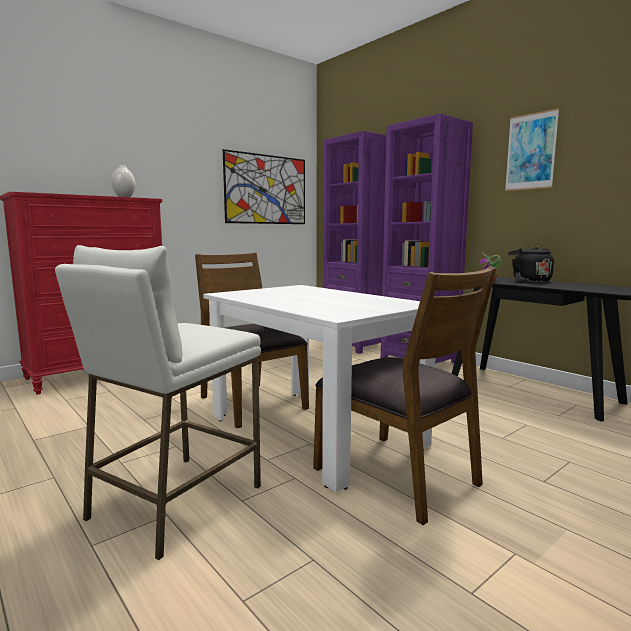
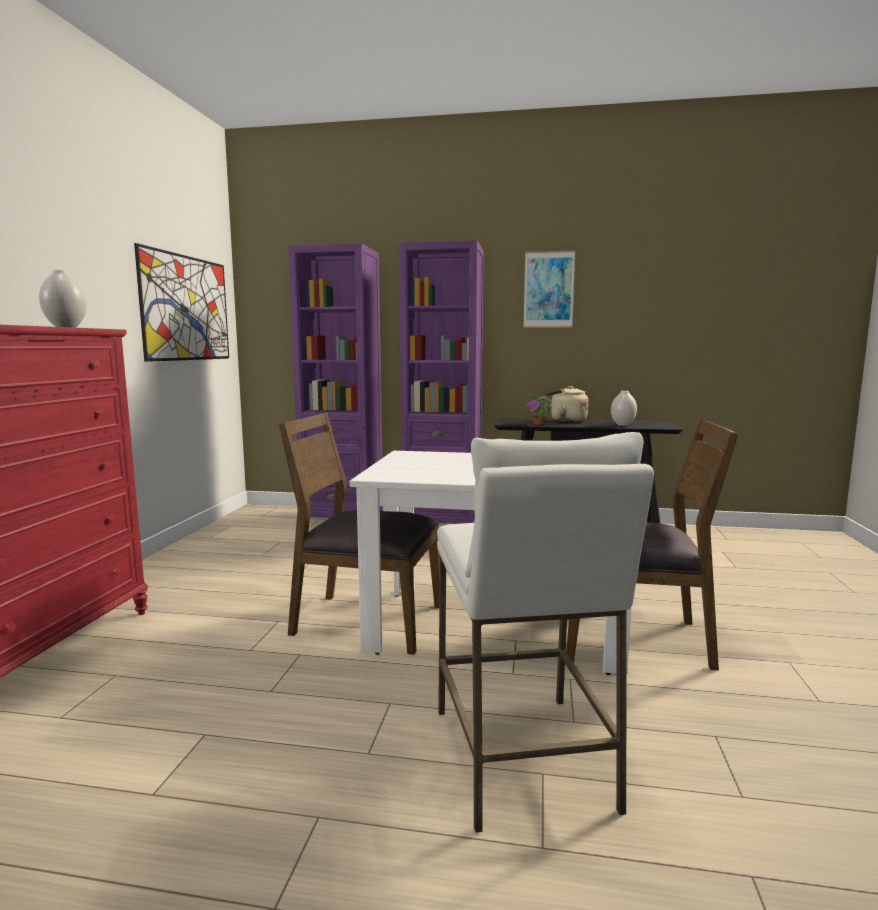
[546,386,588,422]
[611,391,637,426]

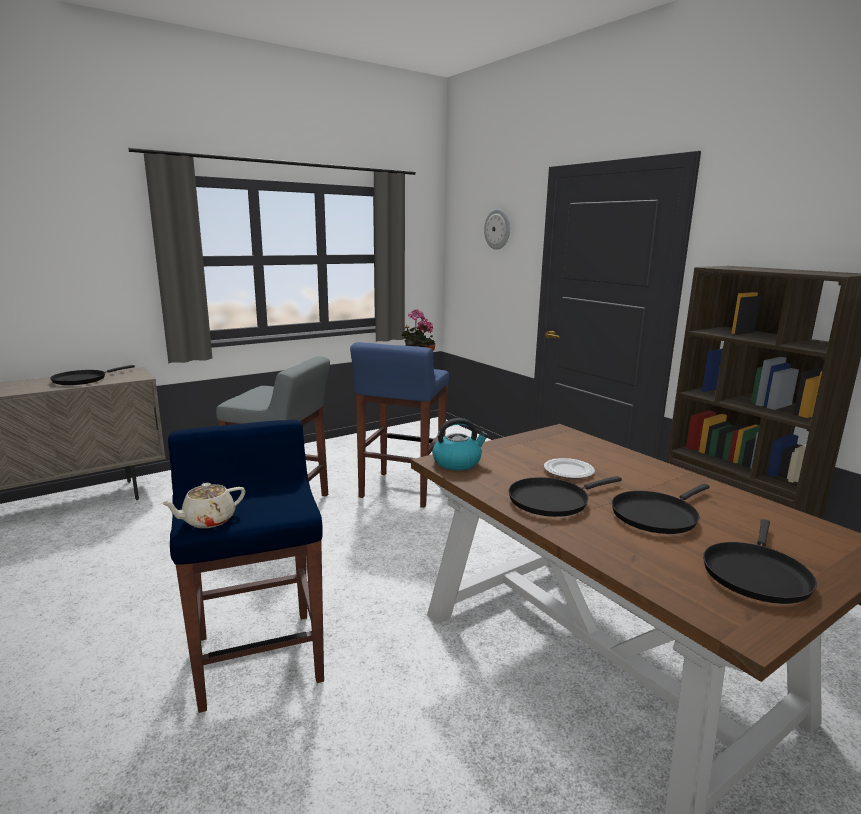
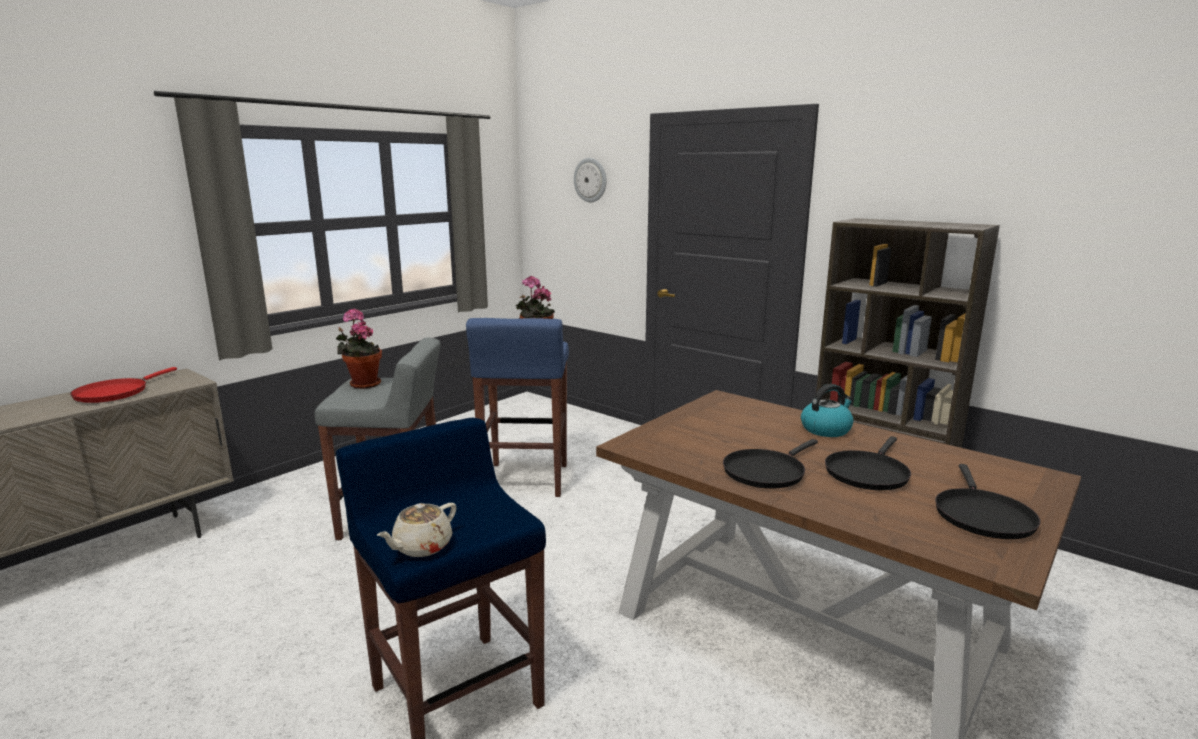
[70,367,177,403]
[801,384,854,437]
[544,458,595,479] (first image)
[336,308,382,389]

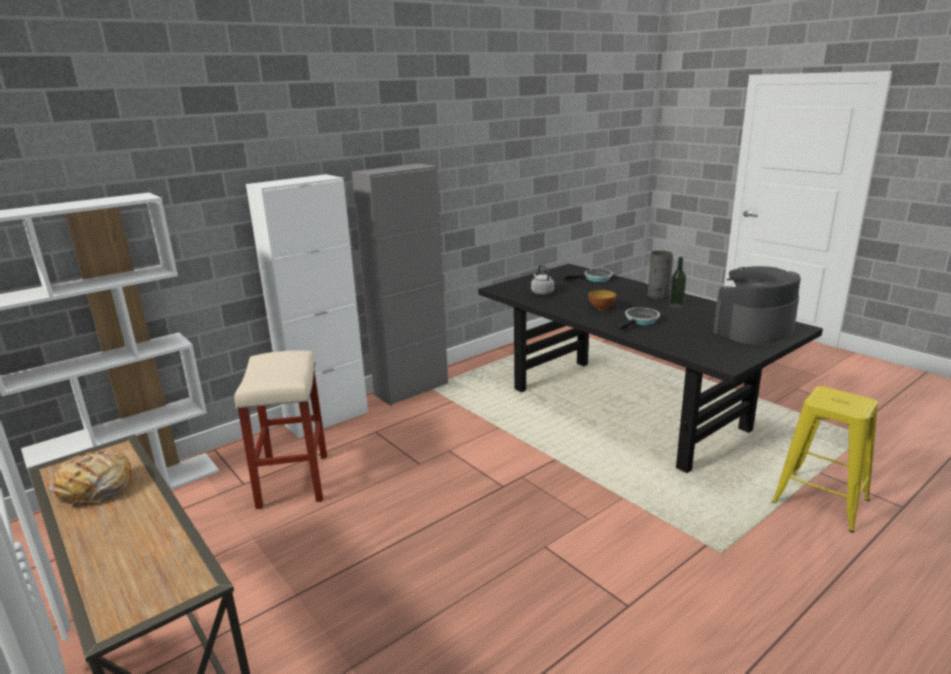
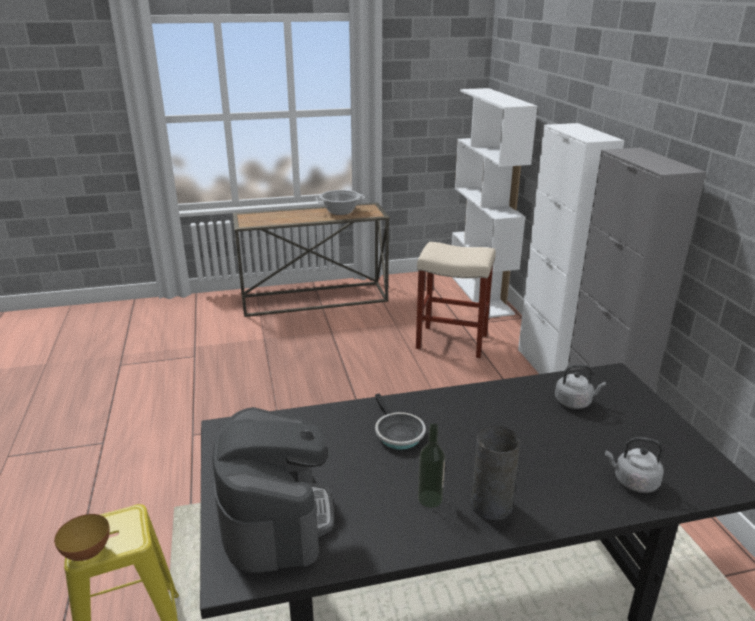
[605,437,664,493]
[54,514,110,561]
[316,190,365,215]

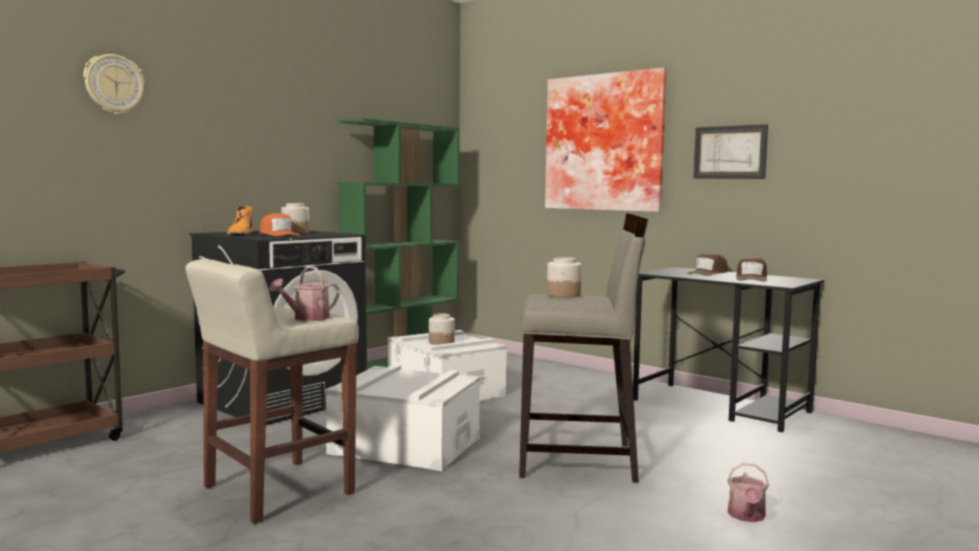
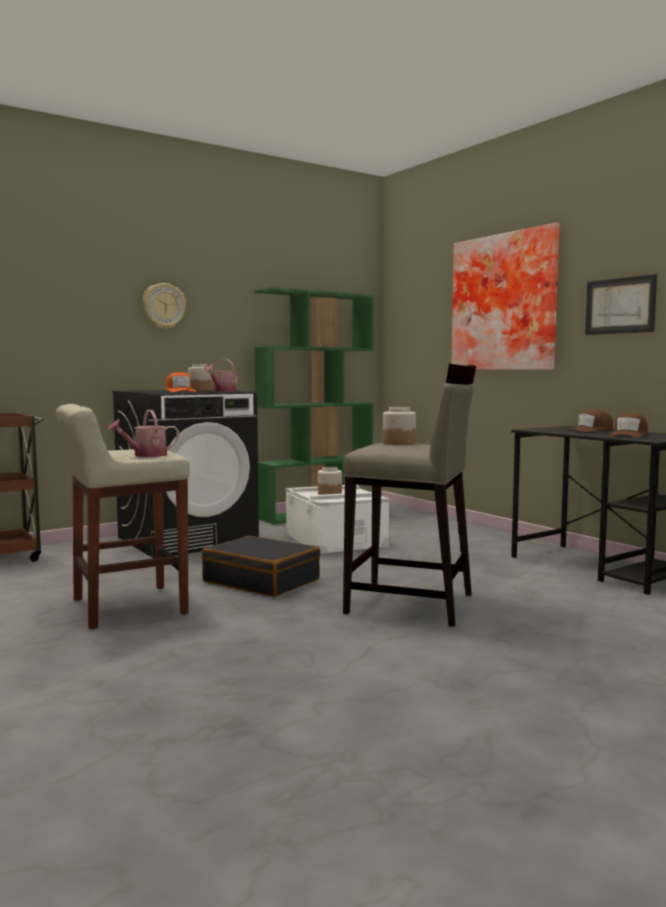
[143,283,186,329]
[227,206,253,236] (first image)
[202,536,321,597]
[203,359,238,392]

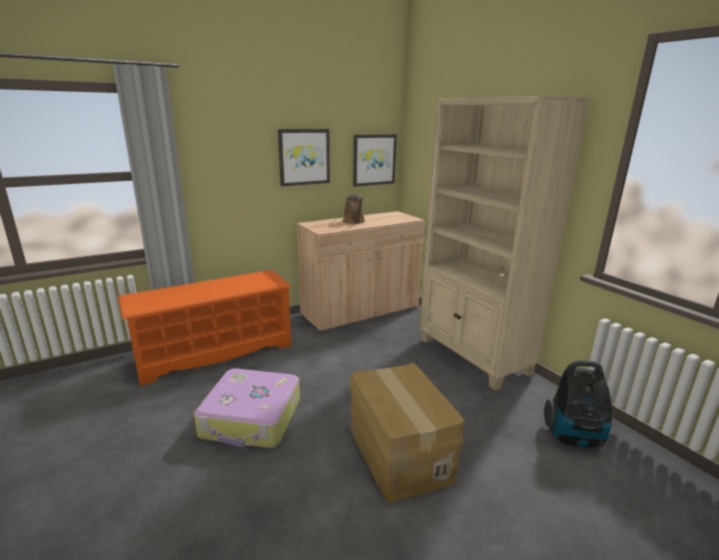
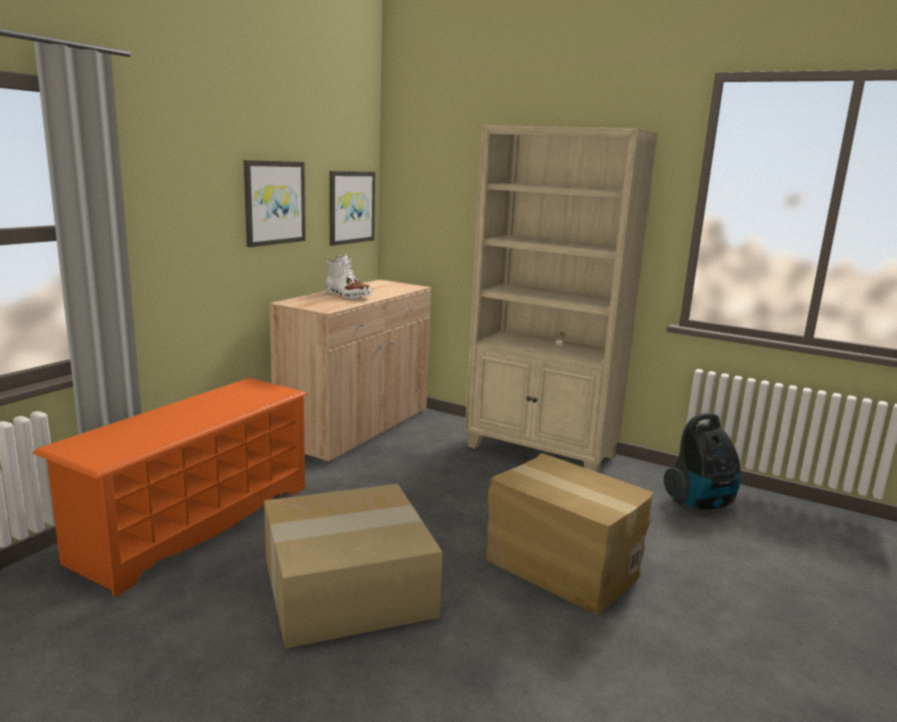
[325,254,372,299]
[264,484,443,649]

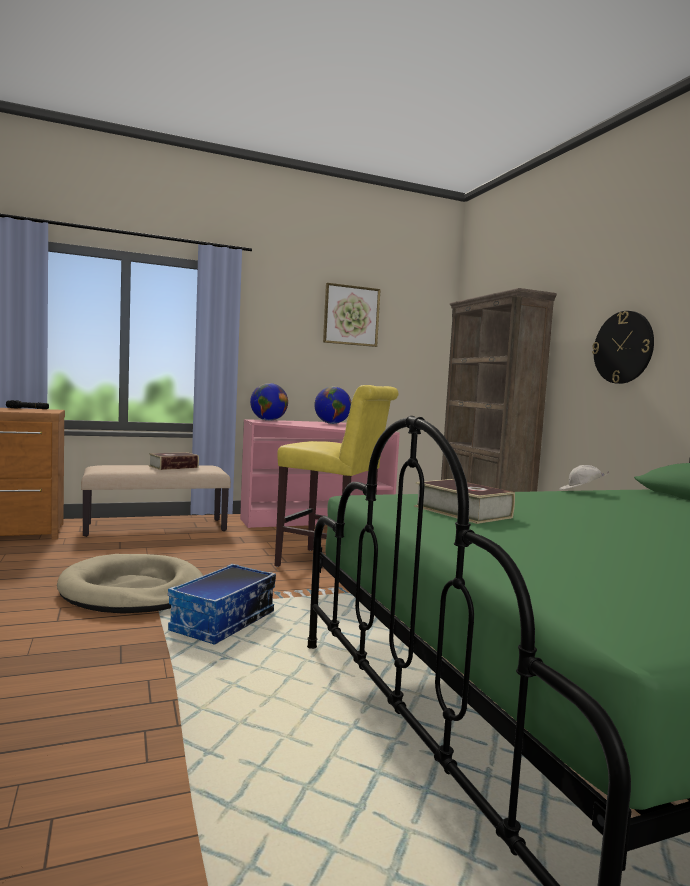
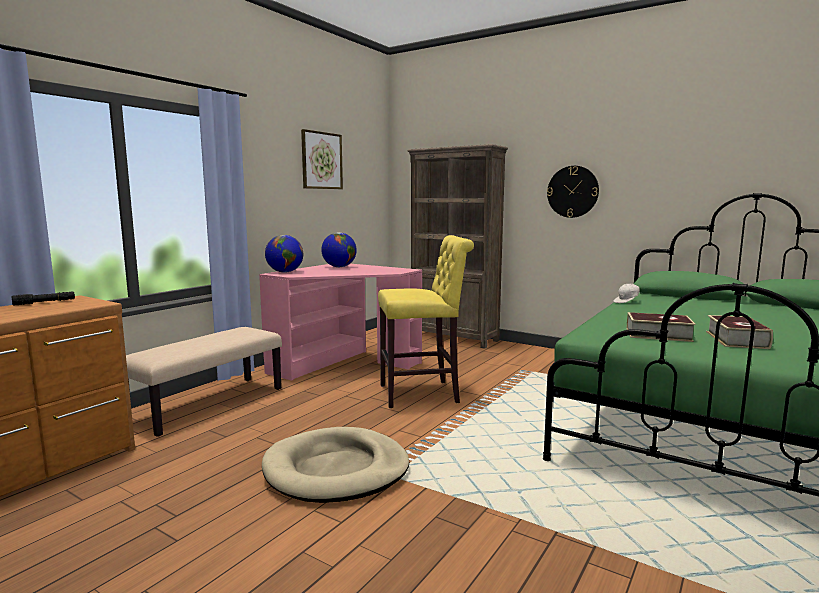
[706,315,773,349]
[168,564,276,645] (first image)

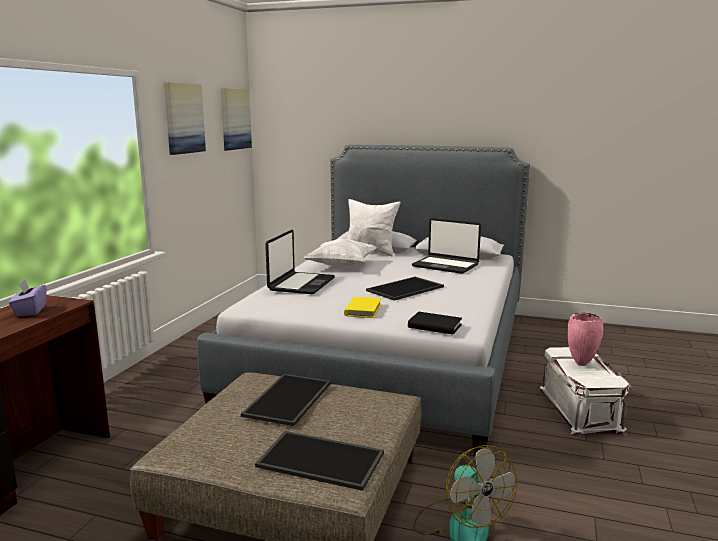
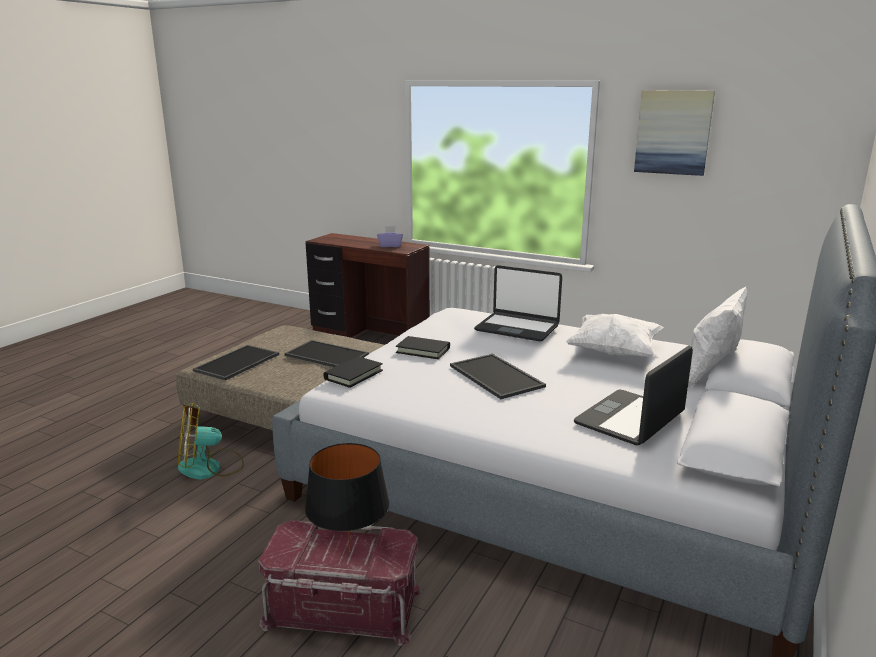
[221,88,252,150] (first image)
[396,336,450,359]
[305,443,389,551]
[258,520,422,646]

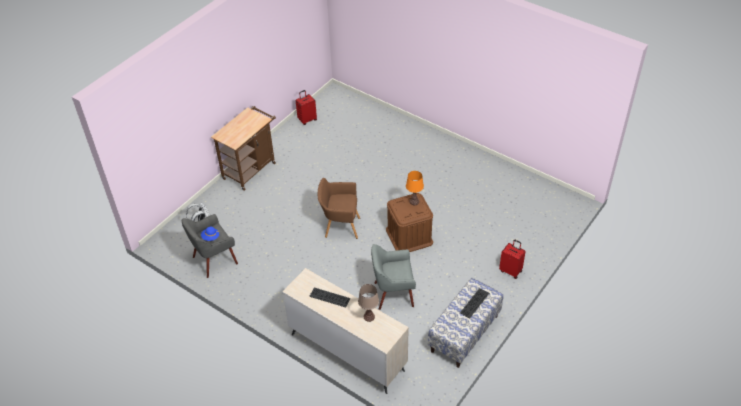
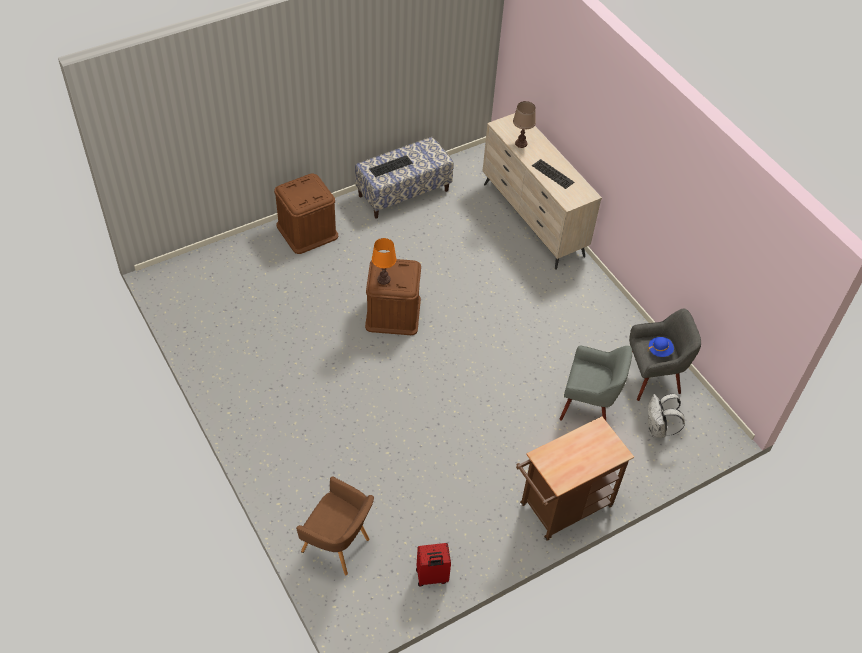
[296,476,374,575]
[274,173,338,254]
[559,345,632,421]

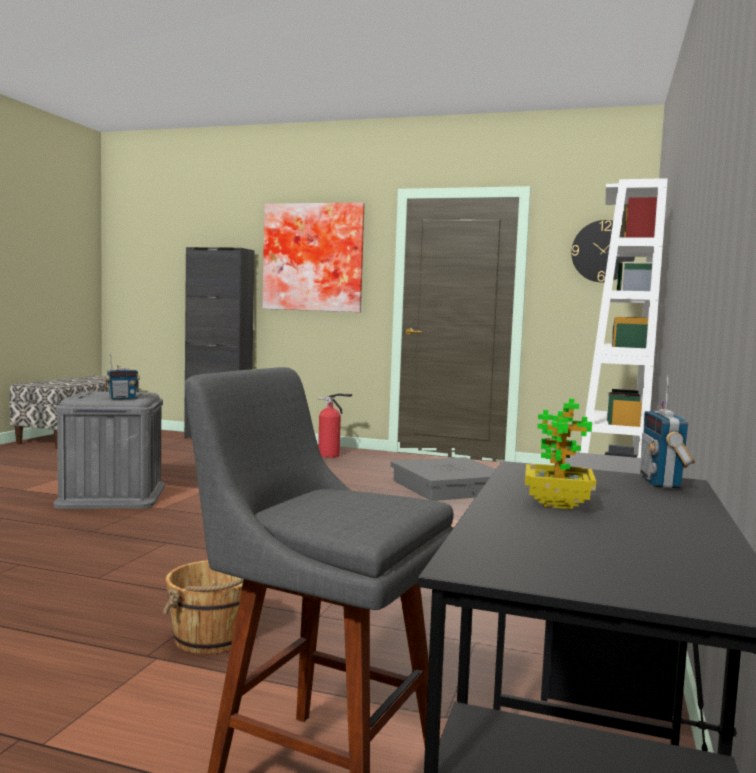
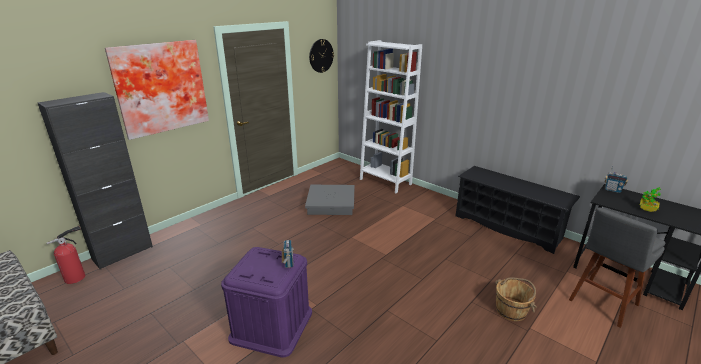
[221,247,312,358]
[46,226,85,284]

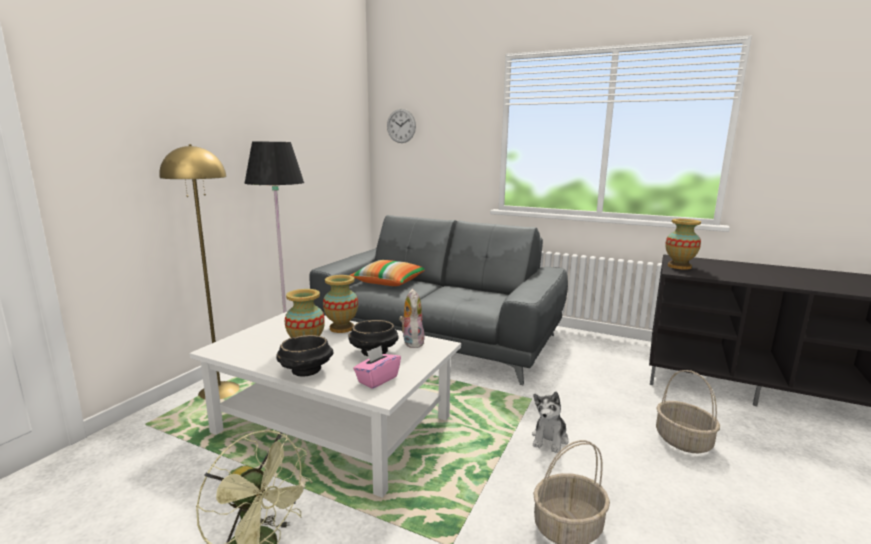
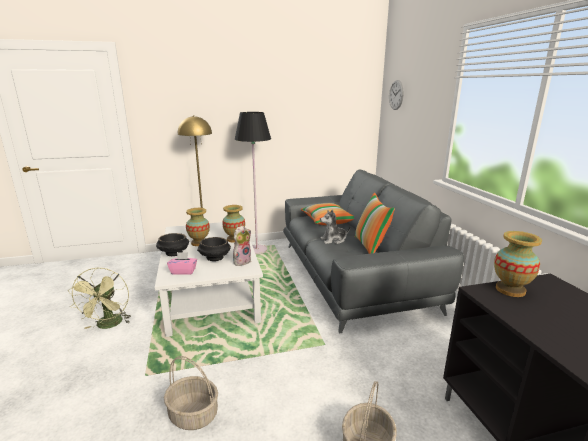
[320,210,350,244]
[355,193,395,254]

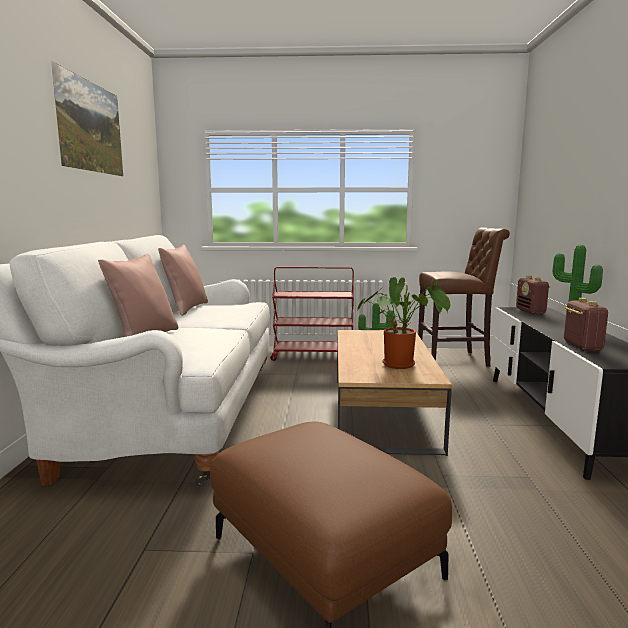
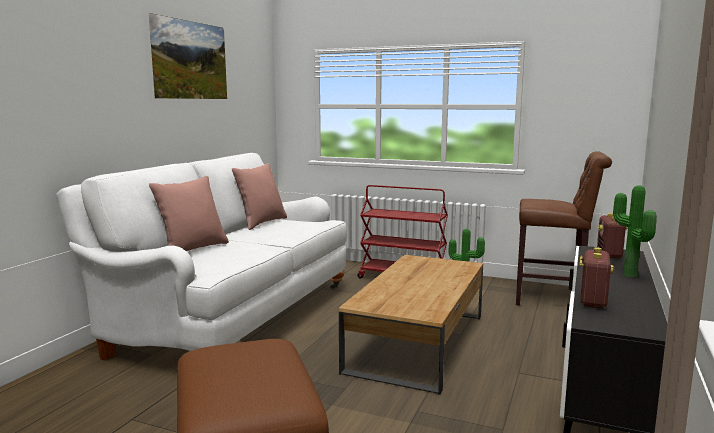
[358,277,450,369] (first image)

